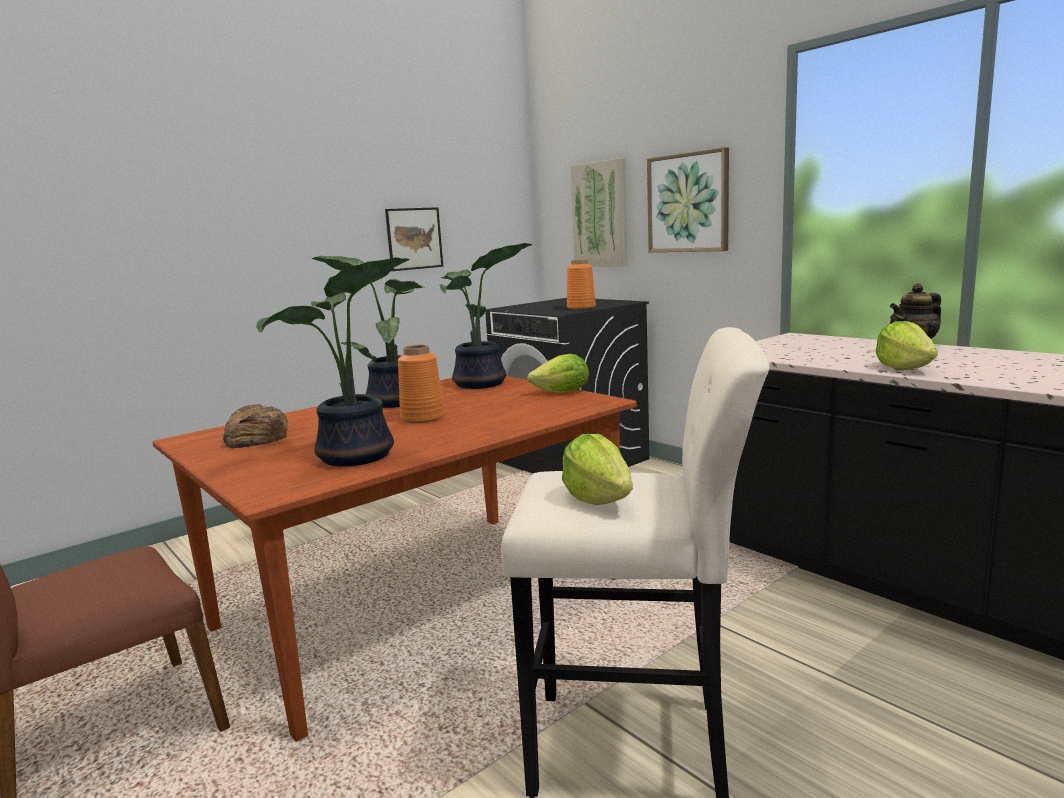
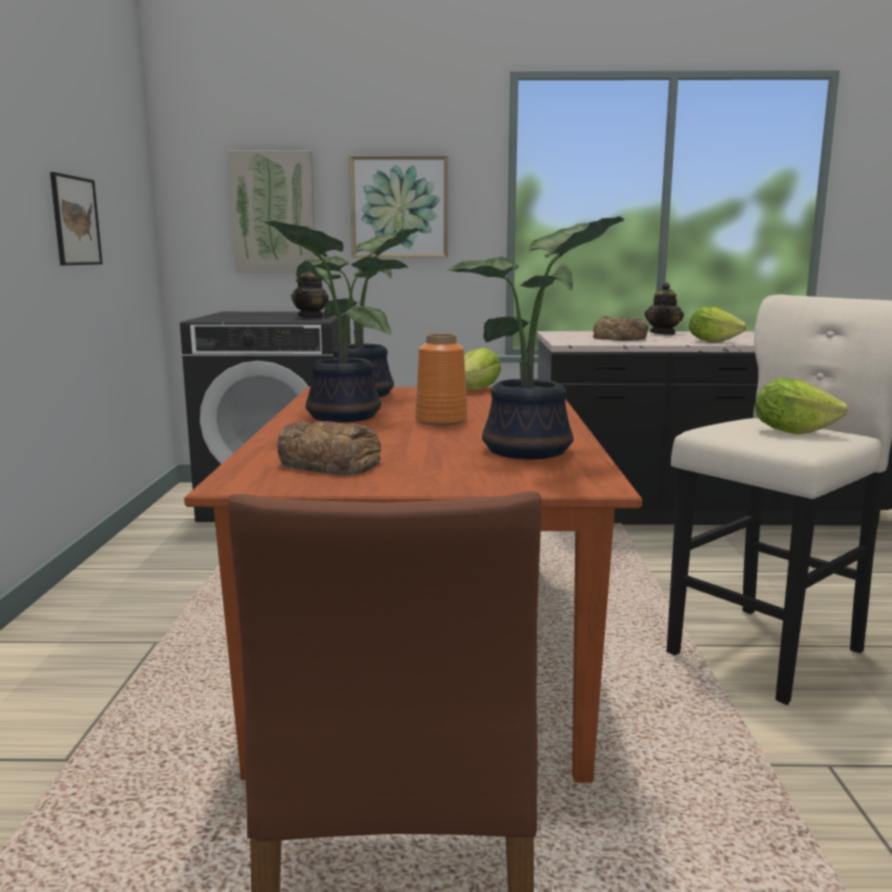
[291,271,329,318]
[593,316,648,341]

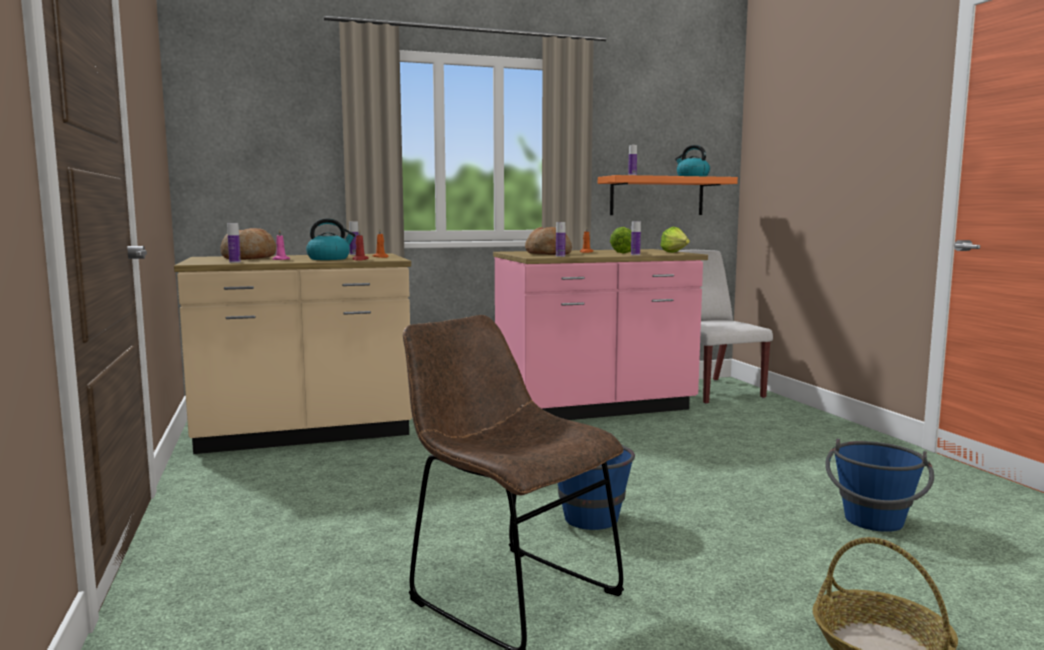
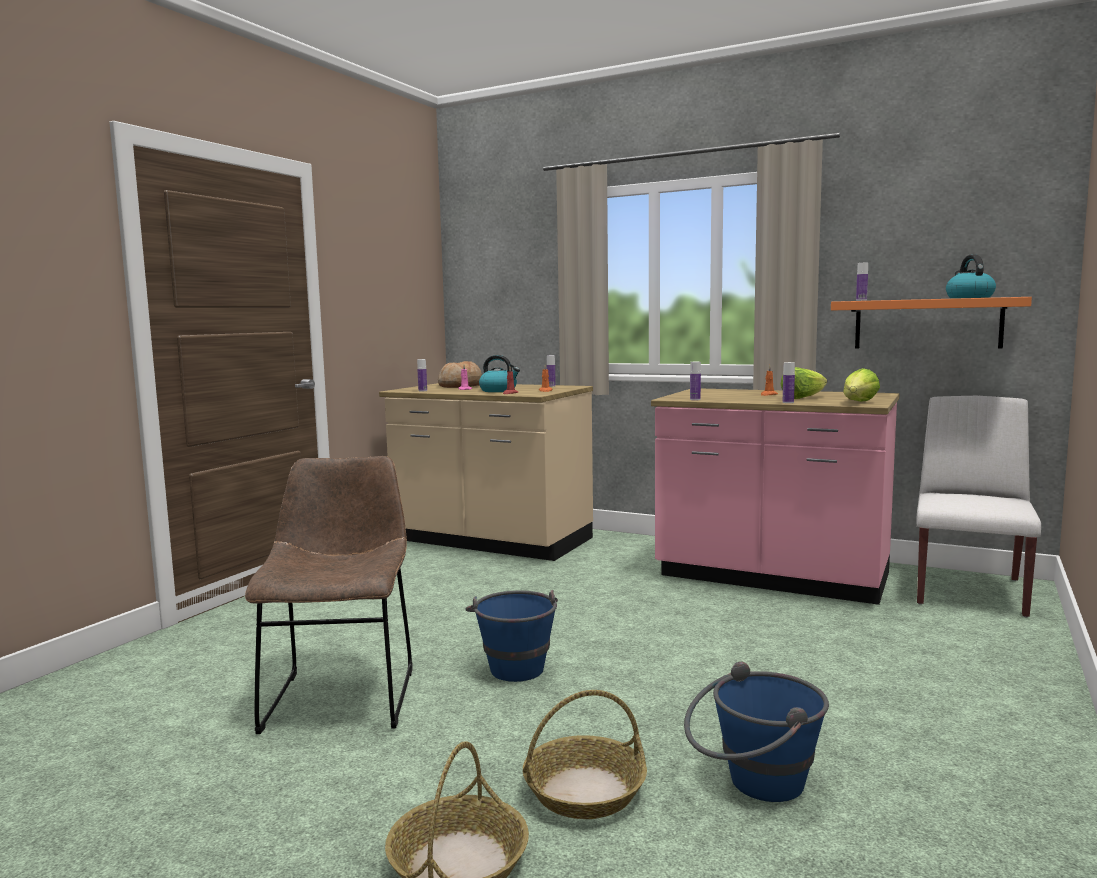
[525,227,572,255] (first image)
[523,690,647,819]

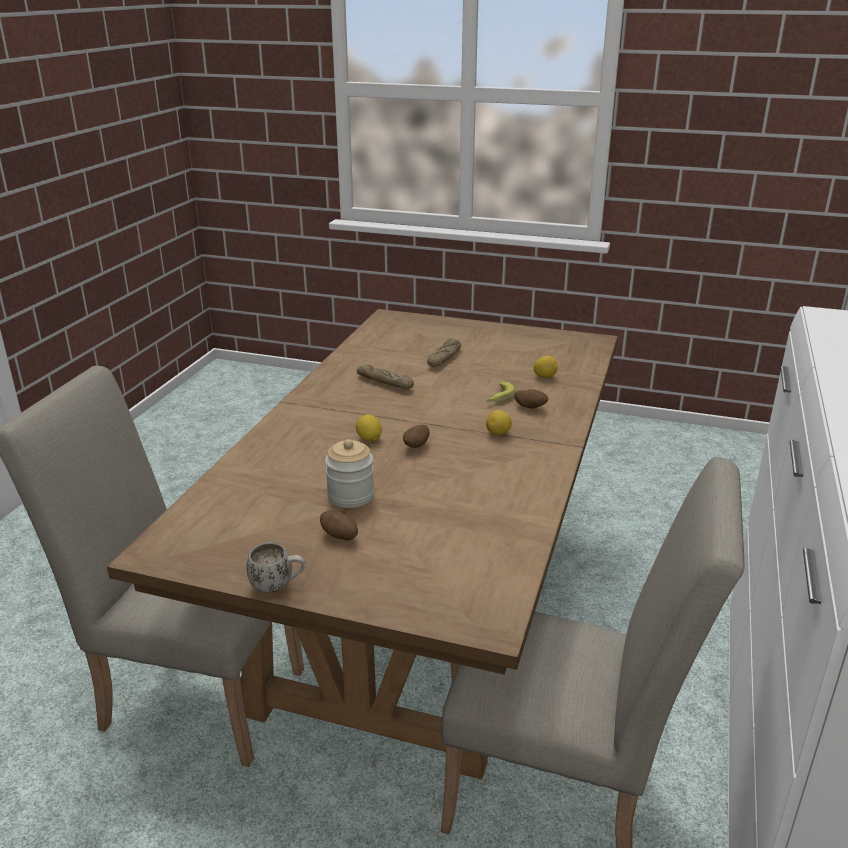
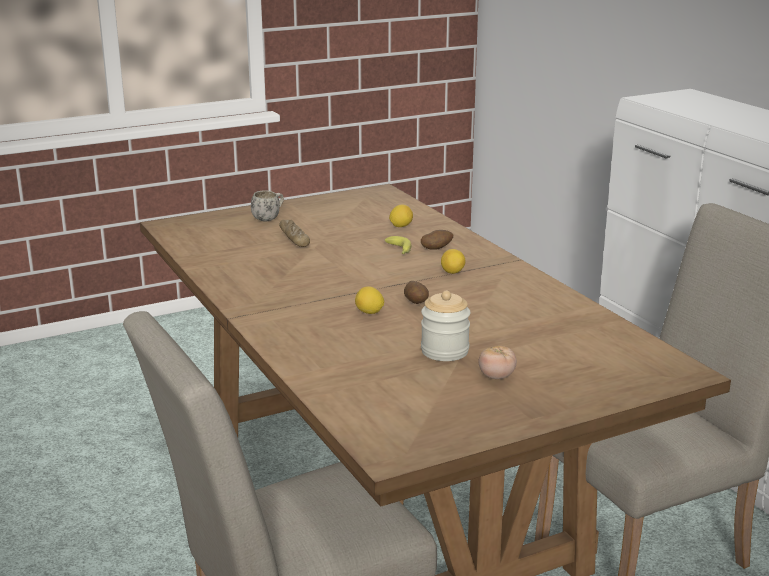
[357,364,414,389] (first image)
[479,346,517,379]
[251,190,284,222]

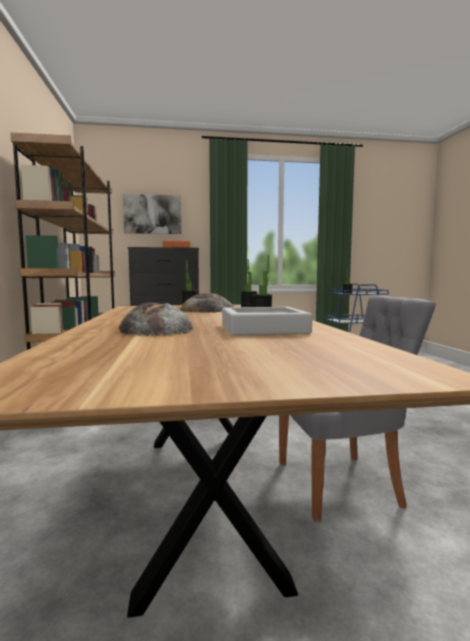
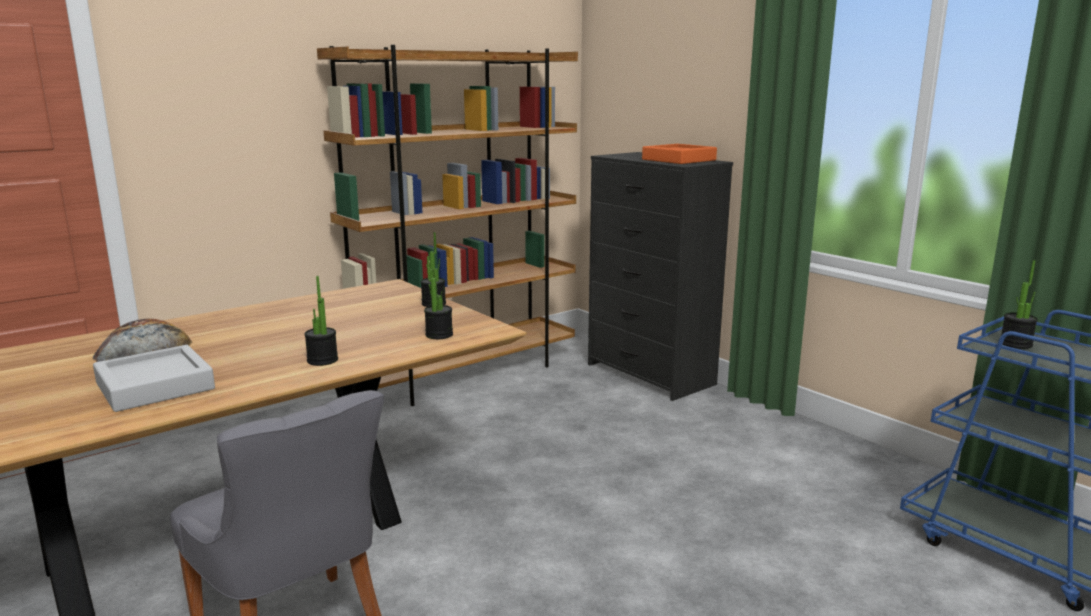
[123,194,181,234] (first image)
[180,293,234,313] (first image)

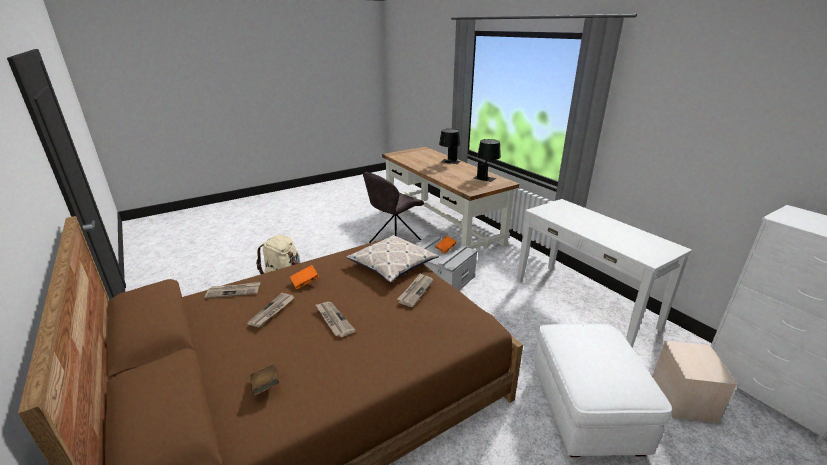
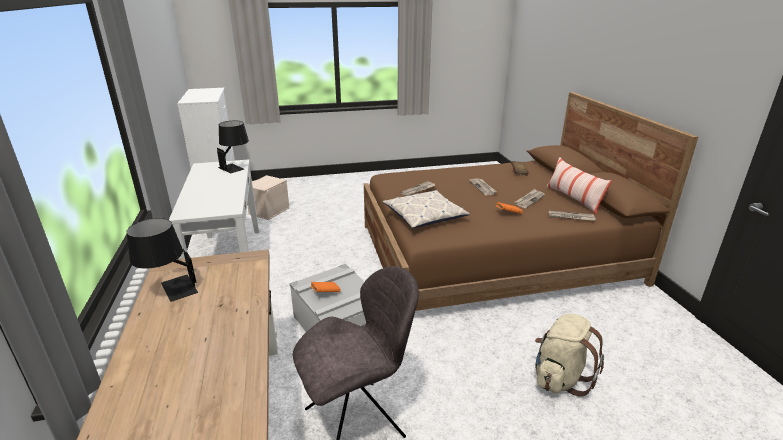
[217,121,249,173]
[534,324,672,457] (first image)
[546,157,612,214]

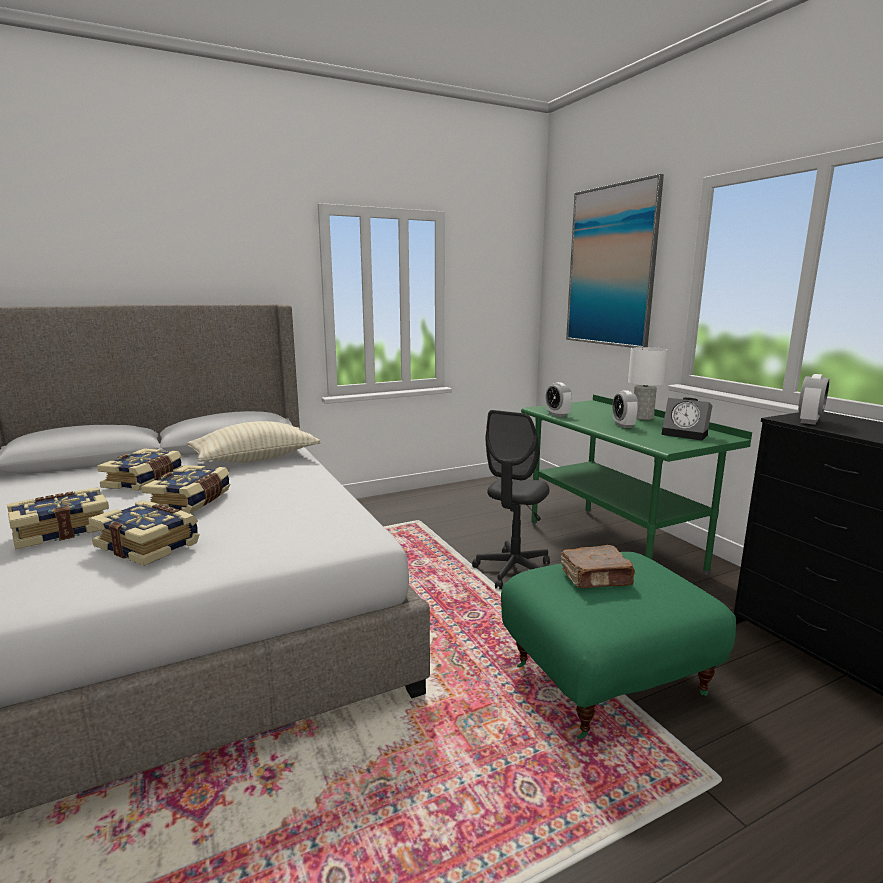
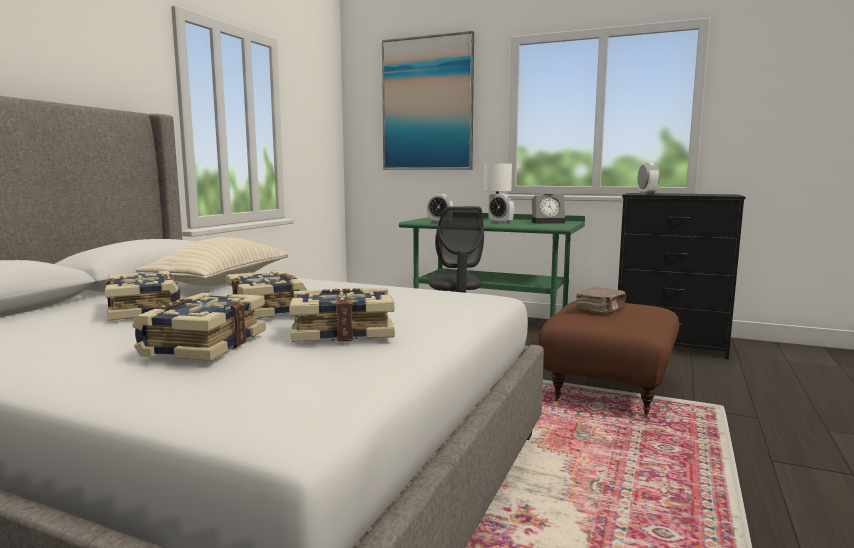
[539,301,679,418]

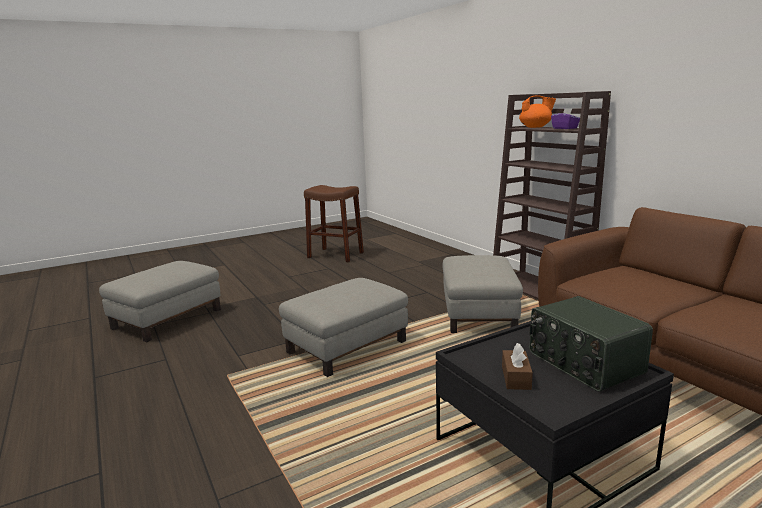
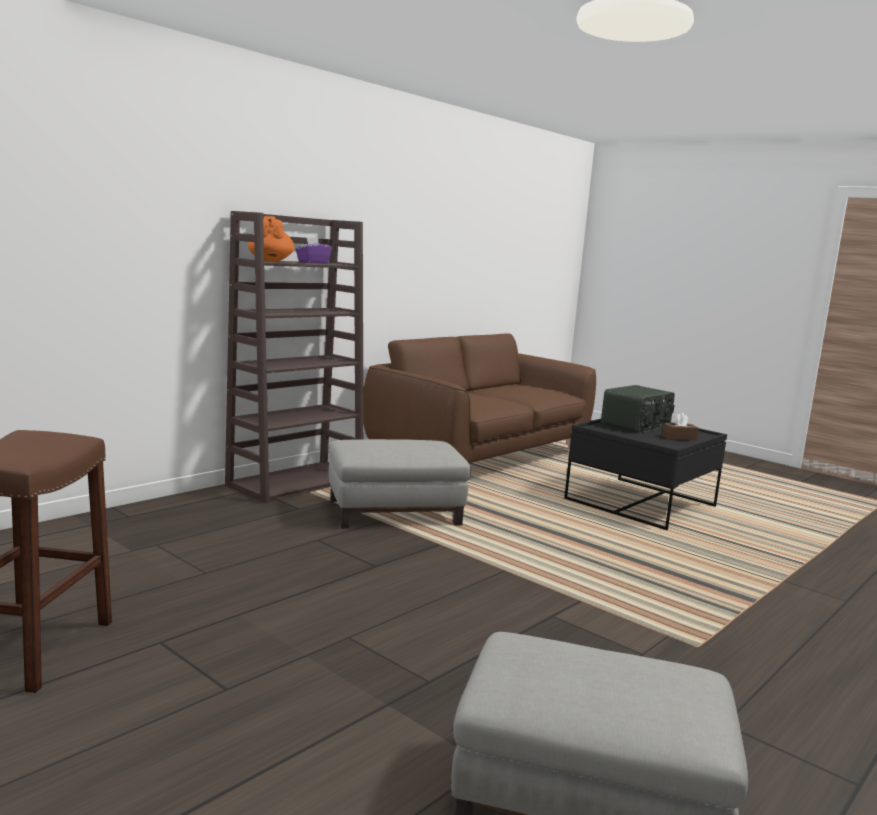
[279,278,408,377] (first image)

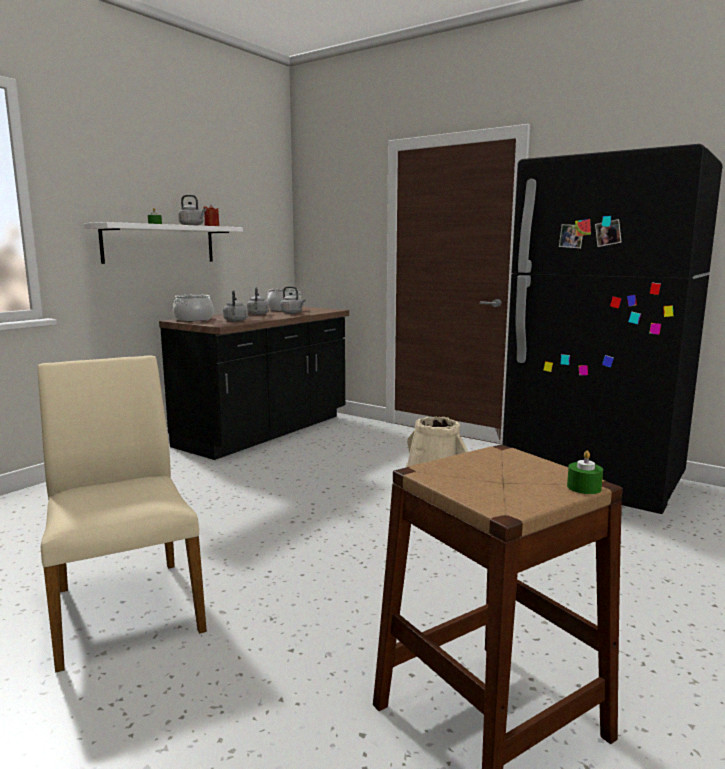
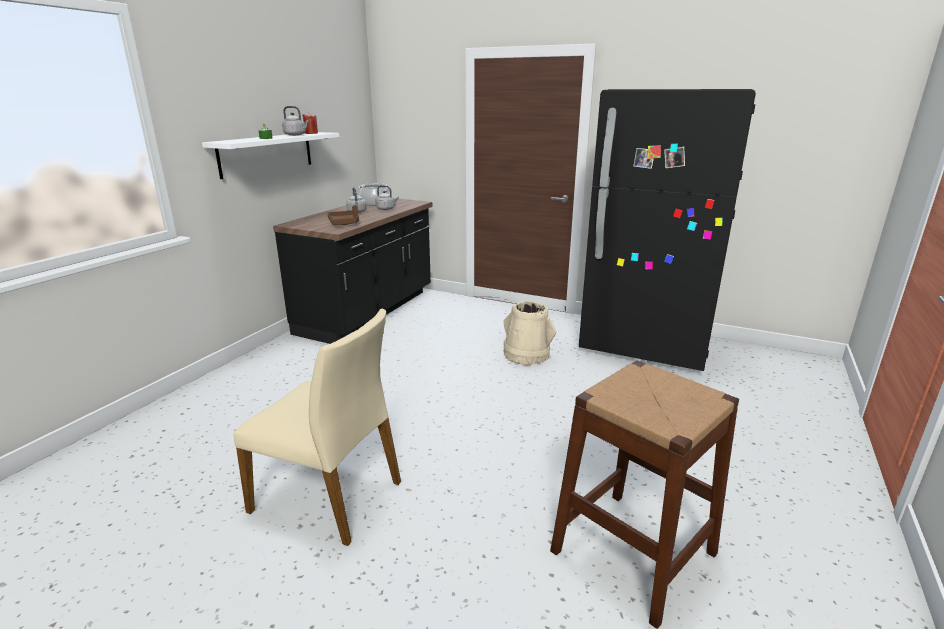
[328,205,359,225]
[173,295,214,321] (first image)
[234,309,401,546]
[567,451,603,494] (first image)

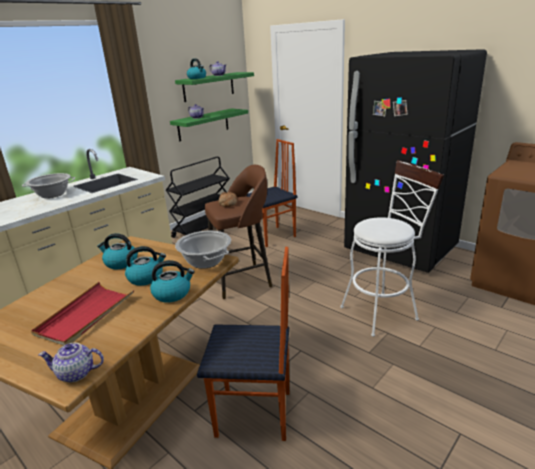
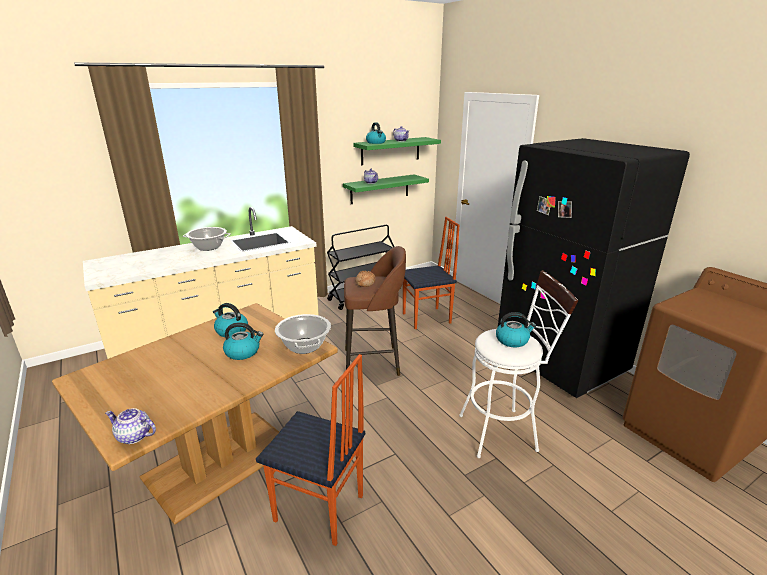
[496,312,536,347]
[31,282,134,345] (first image)

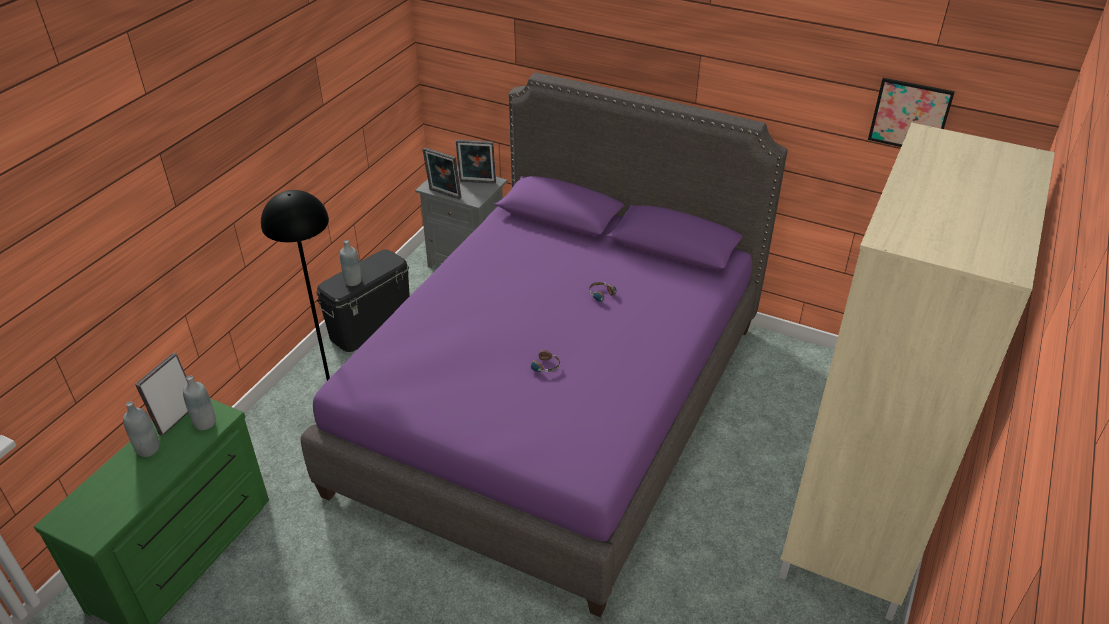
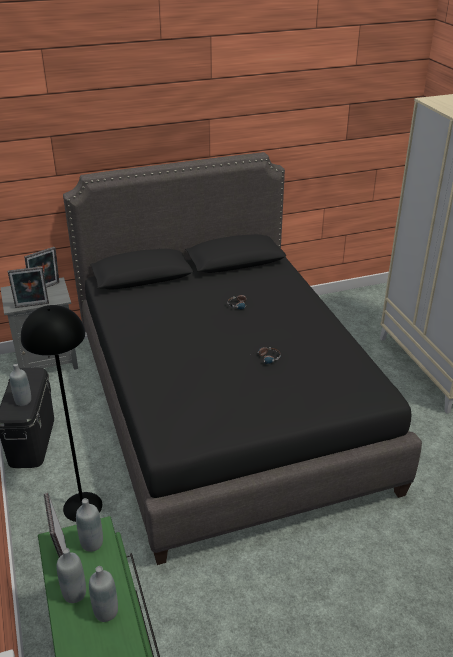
[63,152,422,565]
[868,78,955,147] (first image)
[89,566,118,622]

